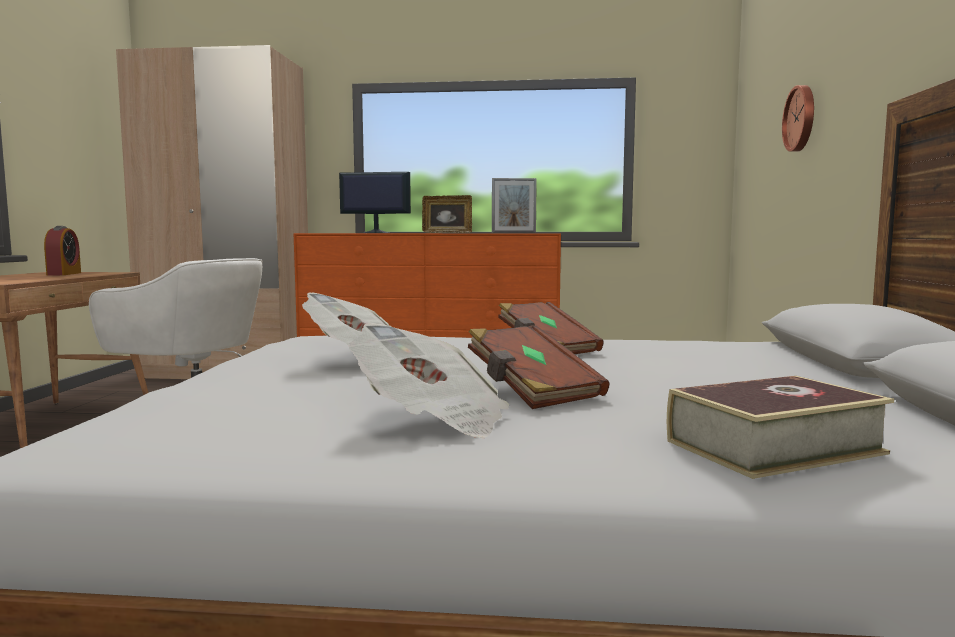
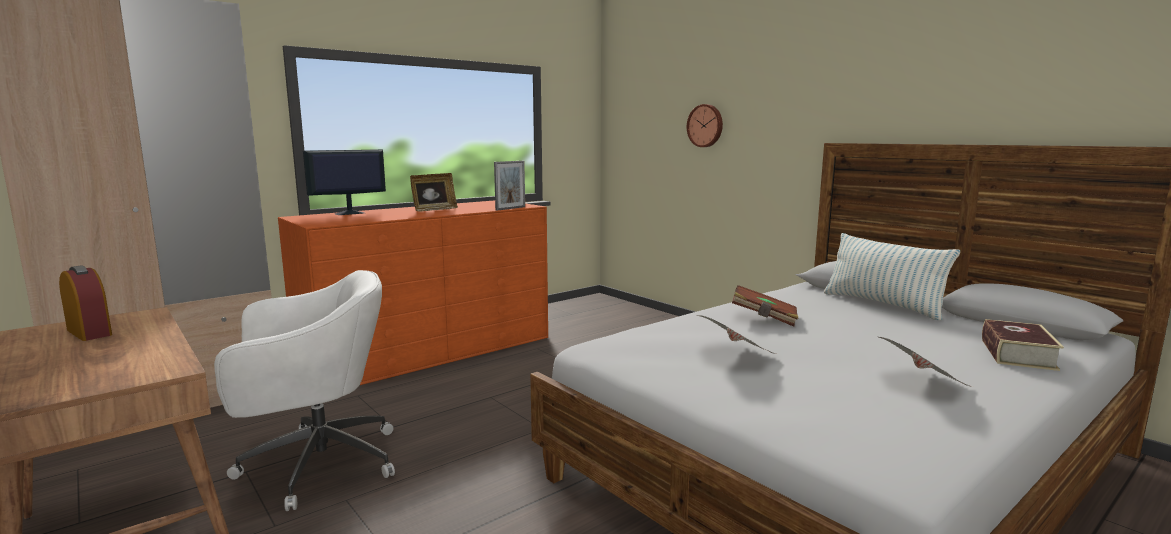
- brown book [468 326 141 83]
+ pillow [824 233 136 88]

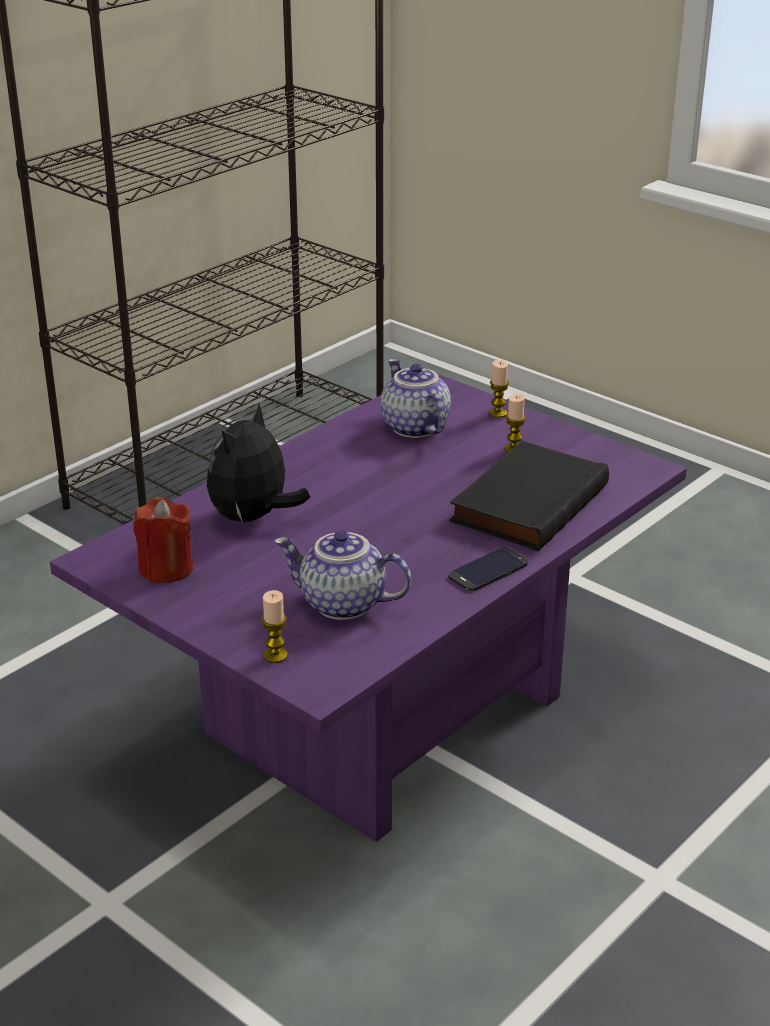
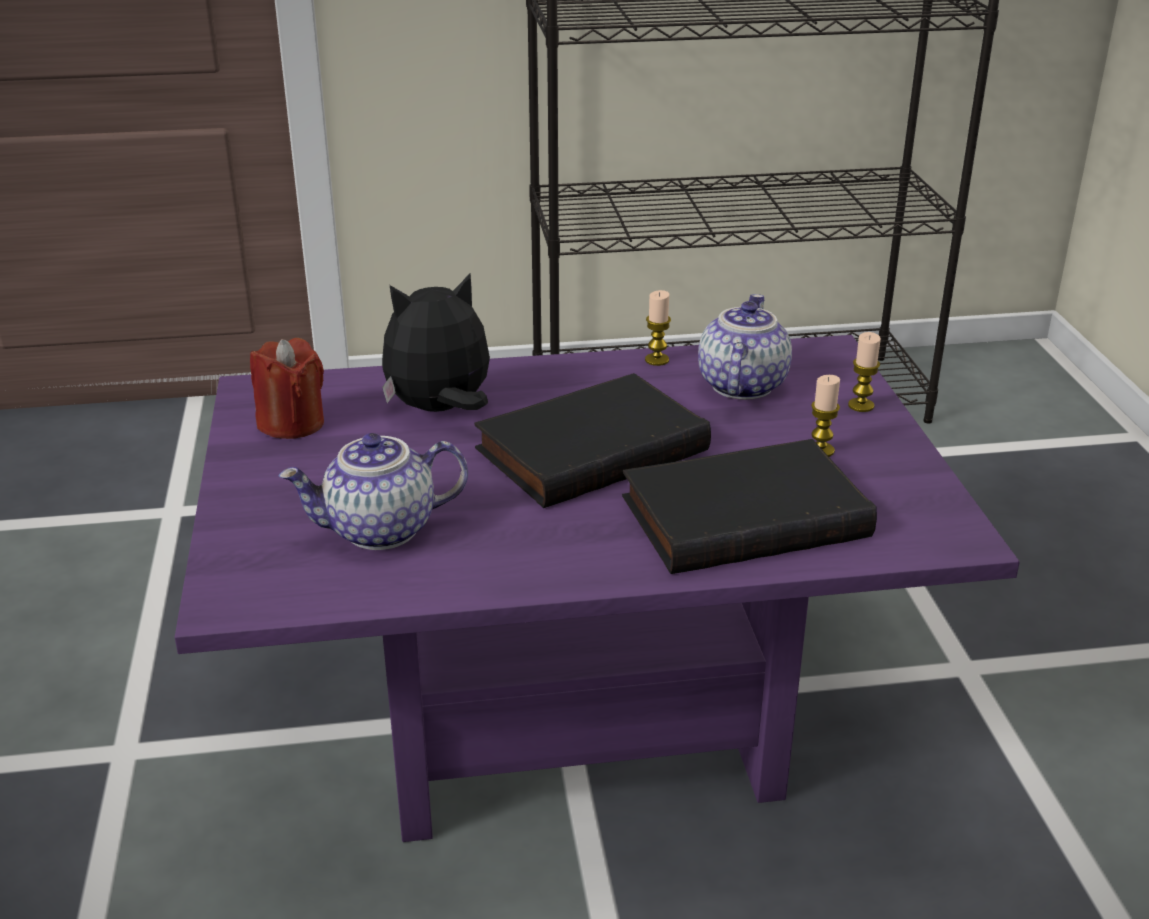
~ candle [261 590 27 73] to [645 290 26 76]
~ teapot [274 530 137 90] = [279 433 189 117] 75 degrees counterclockwise
- phone [449 547 79 44]
+ black book [474 373 237 135]

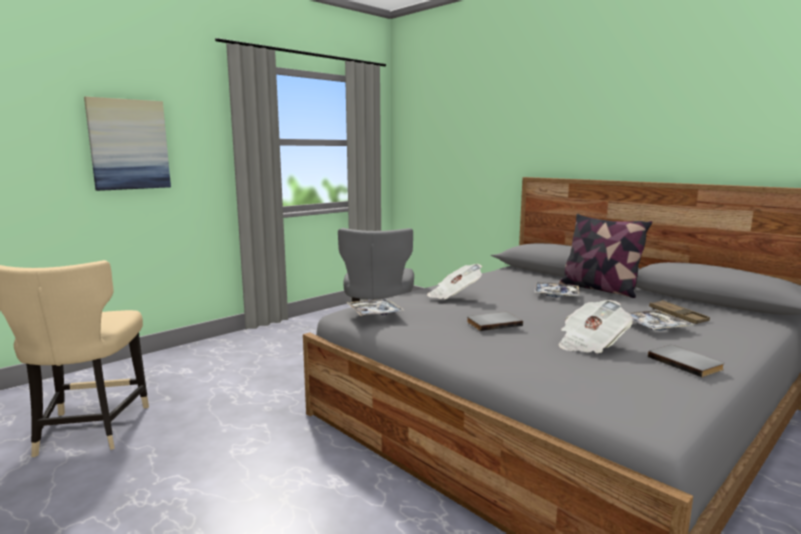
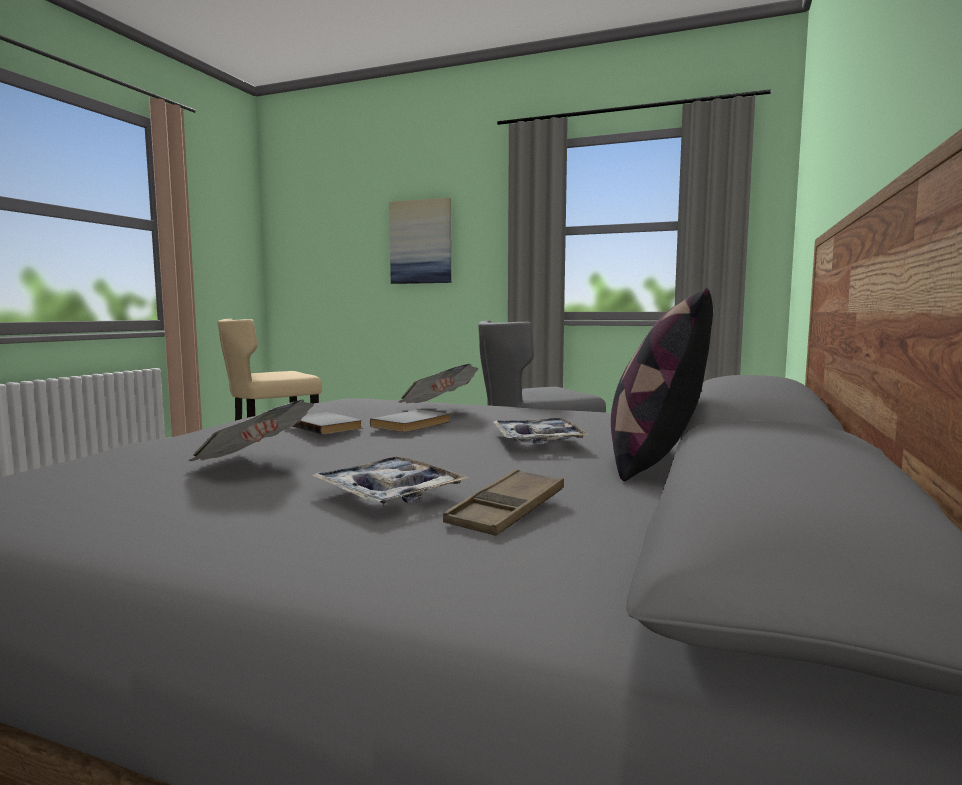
- tray [346 299 59 17]
~ grey book [648 345 77 32] to [370 409 81 23]

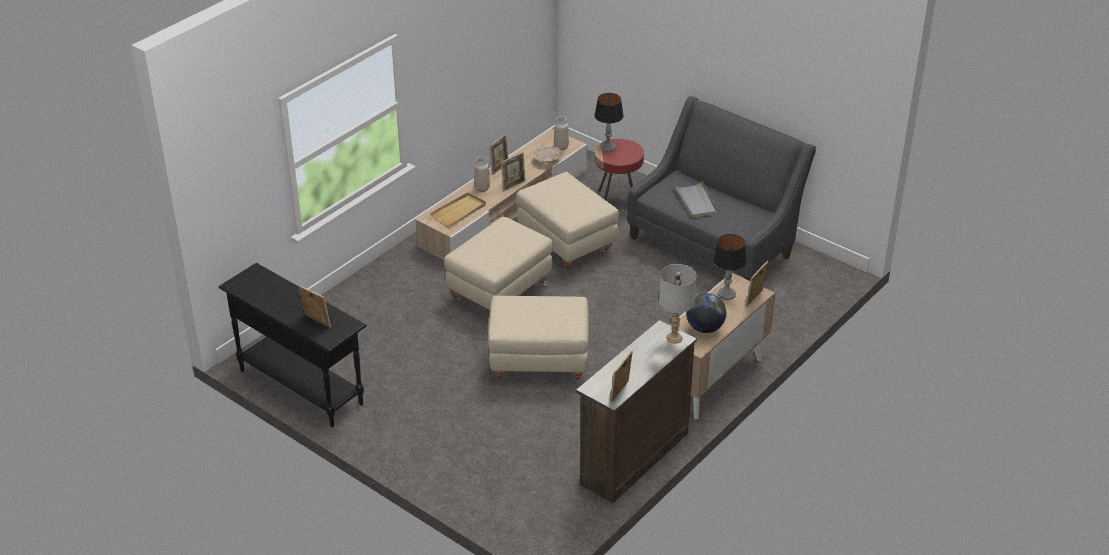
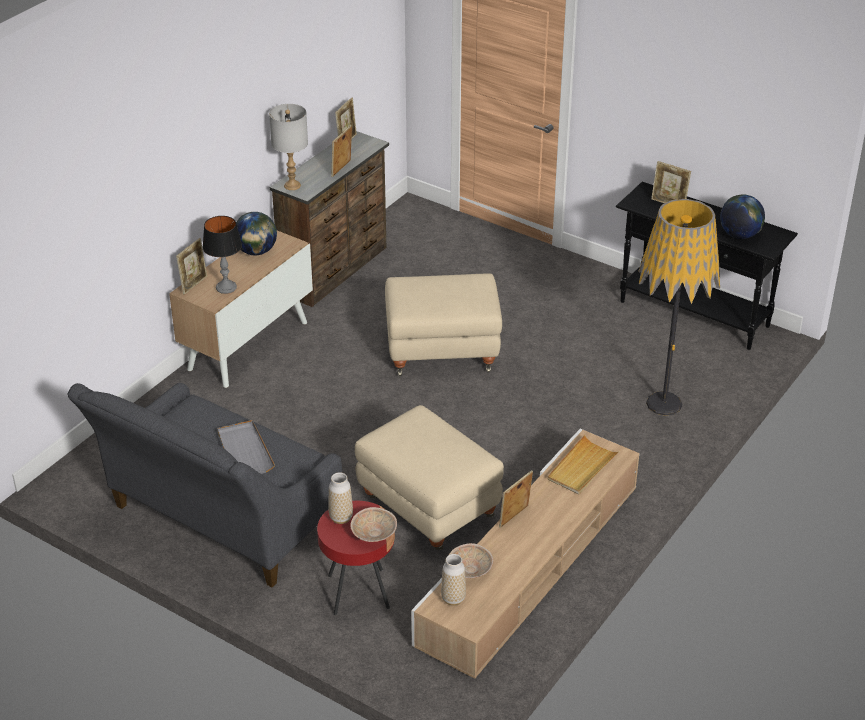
- beige ottoman [444 217 109 95]
~ vase [474 157 16 35] to [329 472 24 52]
~ picture frame [489 134 19 41] to [331 125 21 52]
~ table lamp [594 93 30 59] to beige bowl [350 507 47 35]
+ floor lamp [638 199 82 217]
+ globe [720 194 45 45]

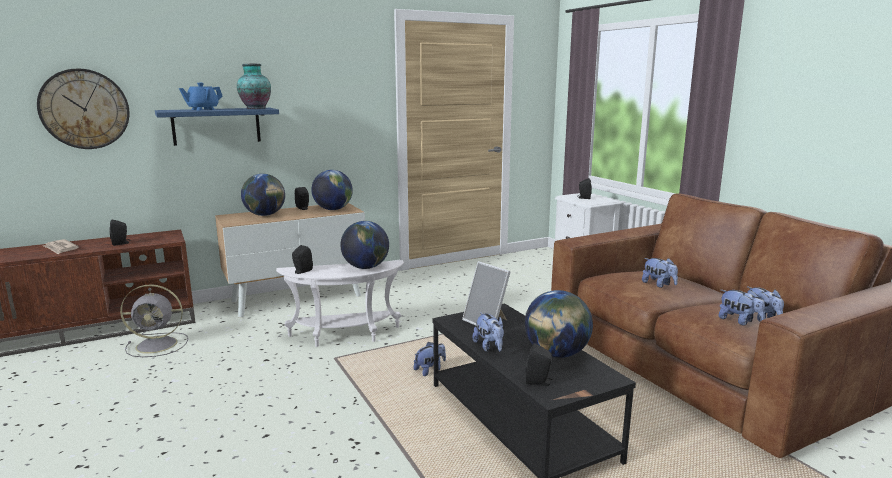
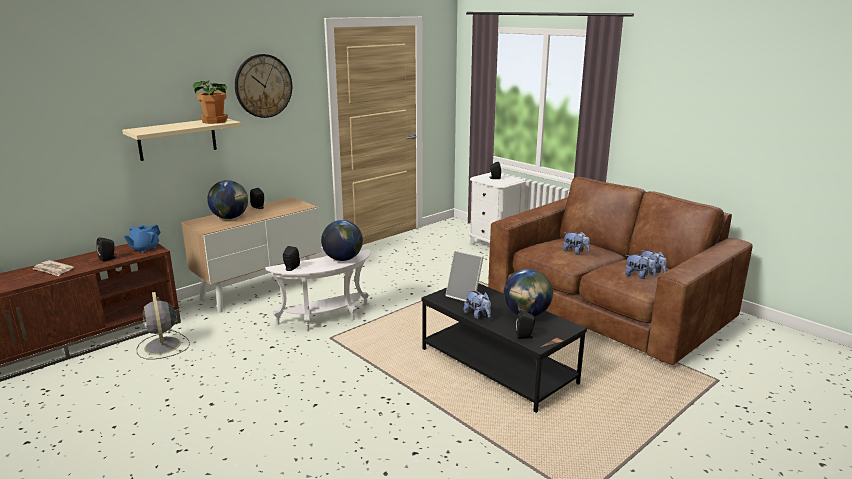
~ wall clock [37 69 92 80] to [235 54 57 64]
~ grey fan [120 284 68 73] = [137 292 53 67] 90 degrees clockwise
~ blue shelf [155 108 124 38] to beige shelf [122 119 119 42]
~ blue teapot [179 83 44 27] to [124 224 37 29]
~ vase [237 64 34 45] to potted plant [193 80 35 44]
- globe [311 170 42 40]
- plush toy [414 342 32 34]

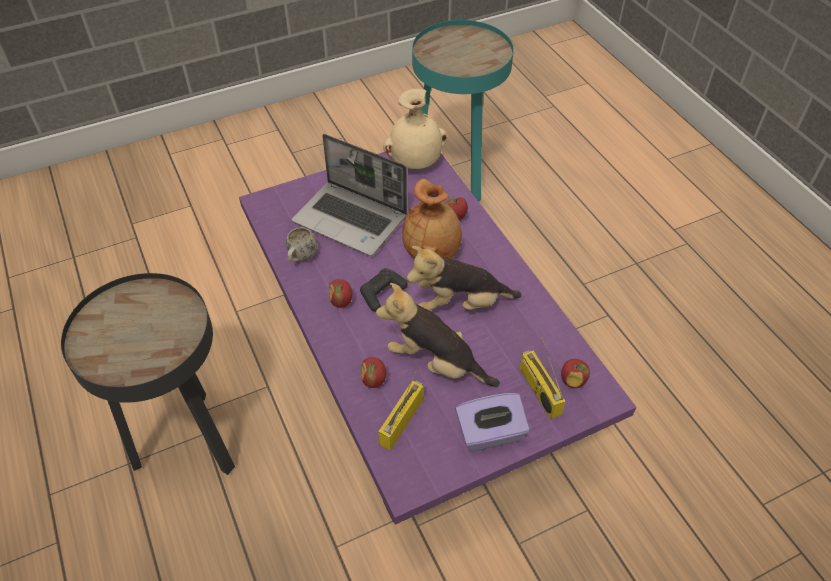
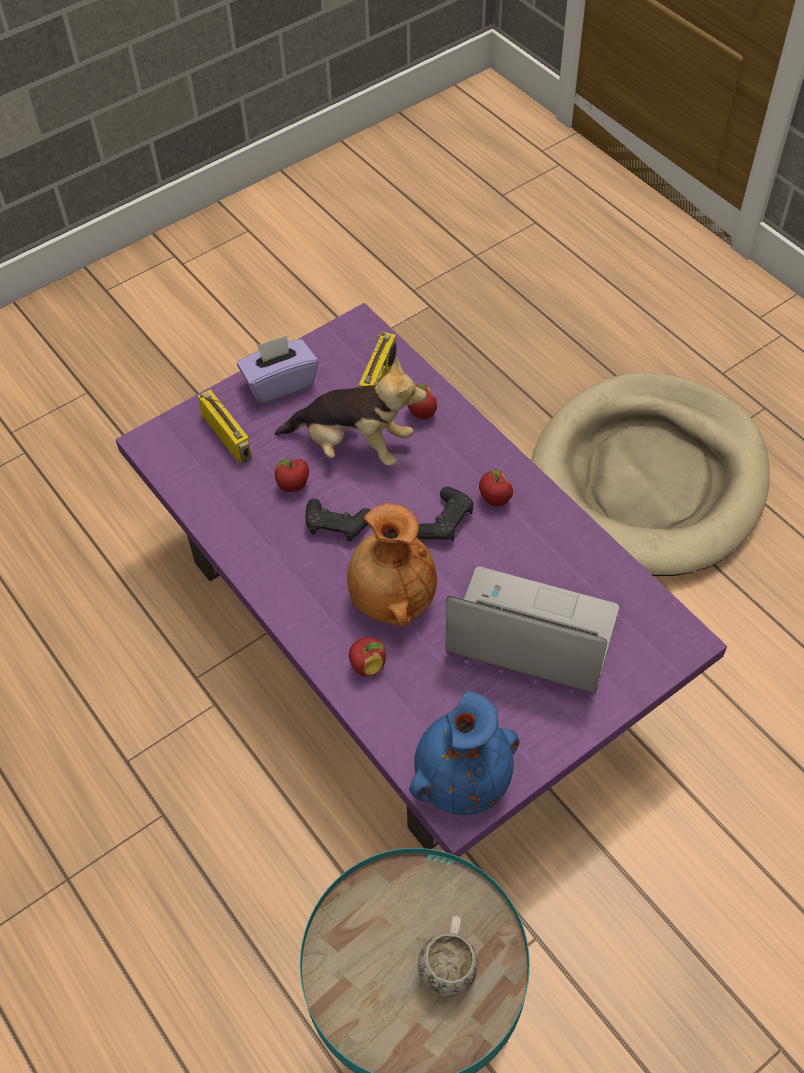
~ black side table [61 273 174 202] to beige dog bed [531 372 239 204]
~ white mug [286 227 31 35] to [418 915 60 82]
~ beige vase [383 89 64 80] to blue vase [409 691 110 124]
~ plush toy [407 246 114 64] to black game controller [305 498 65 44]
~ apple [561 359 29 29] to [275 459 34 33]

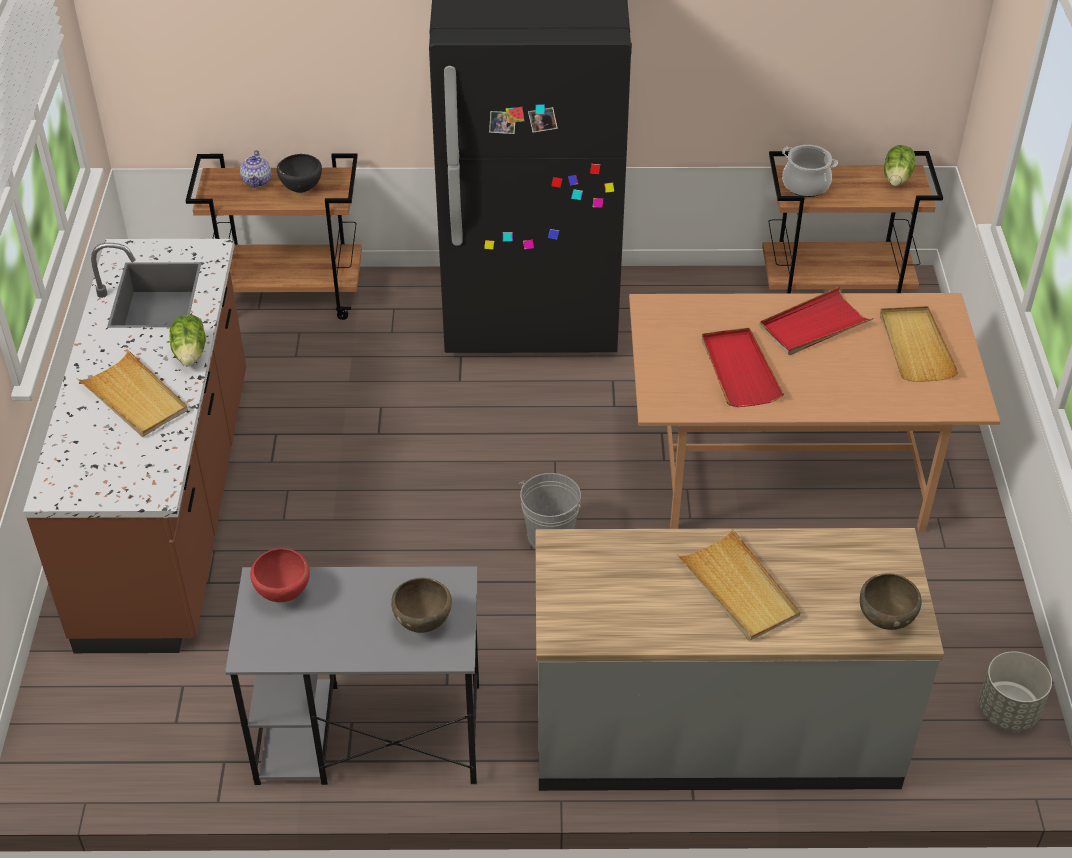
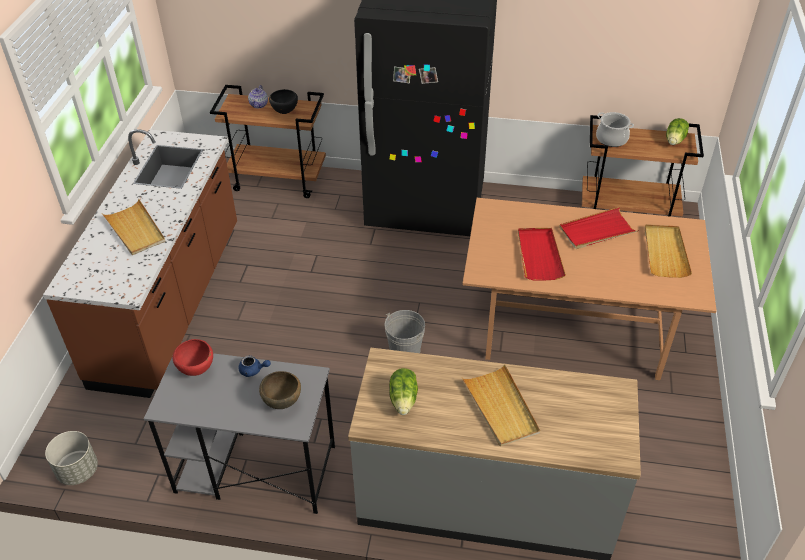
~ lettuce [170 315 36 52] to [389 368 29 47]
- brown bowl [860 573 62 57]
~ grey planter [979 651 73 80] to [45 431 53 54]
+ blue teapot [239 355 32 22]

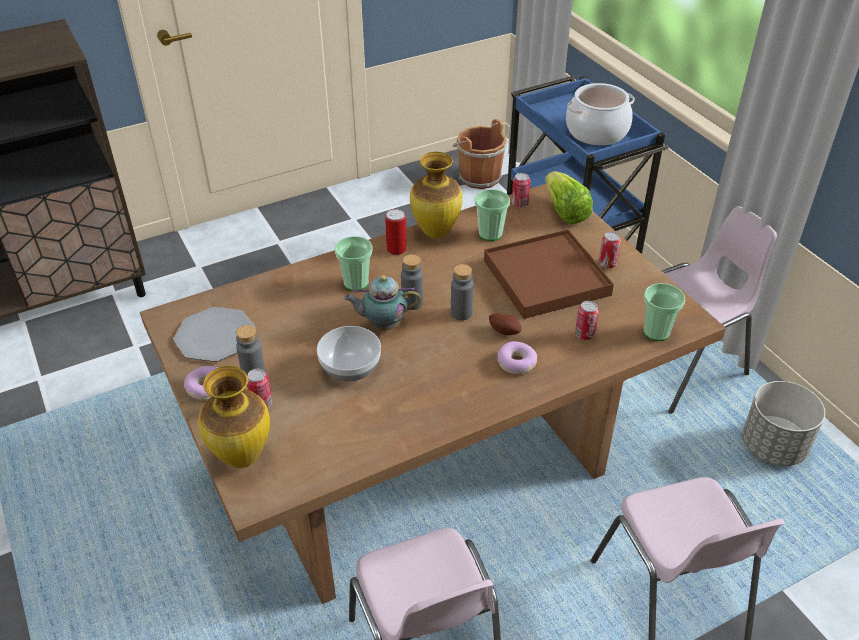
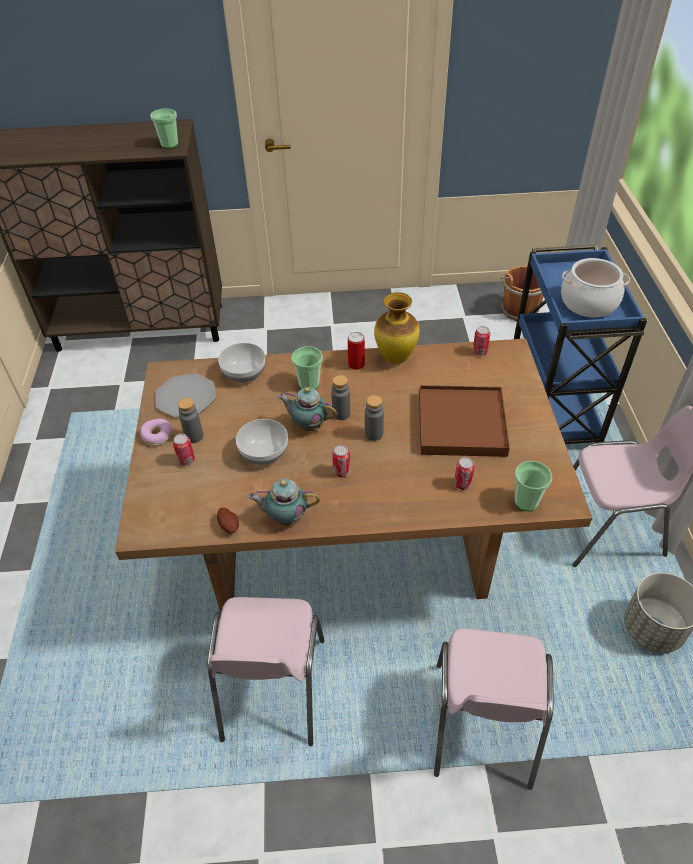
- vase [198 366 72 102]
~ cup [475 189 35 52] to [150 108 28 40]
~ potato [489 313 33 22] to [217 508 22 25]
- donut [497 341 40 33]
- lettuce [545 171 48 53]
~ can [599 232 22 36] to [332 445 18 32]
+ bowl [218 343 47 40]
+ teapot [248 479 72 47]

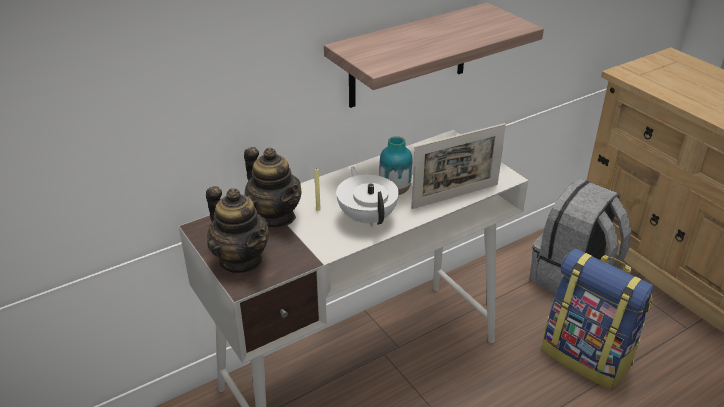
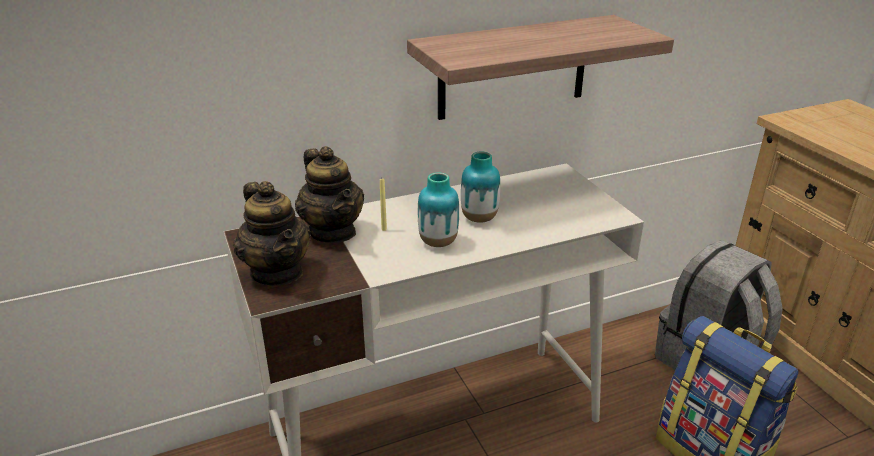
~ white teapot [336 166 63 61] to vase [418 172 41 75]
- picture frame [411 123 95 86]

